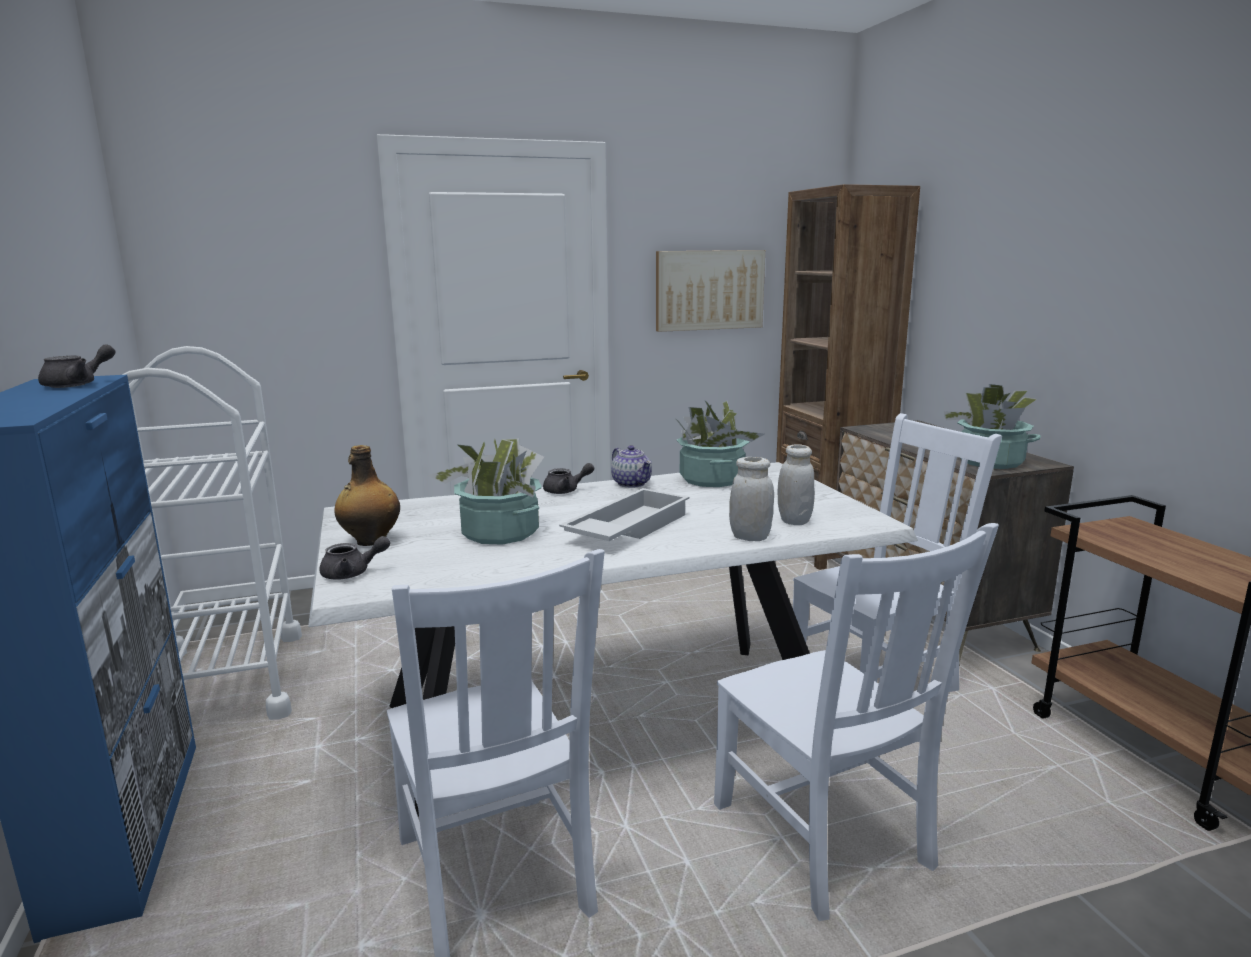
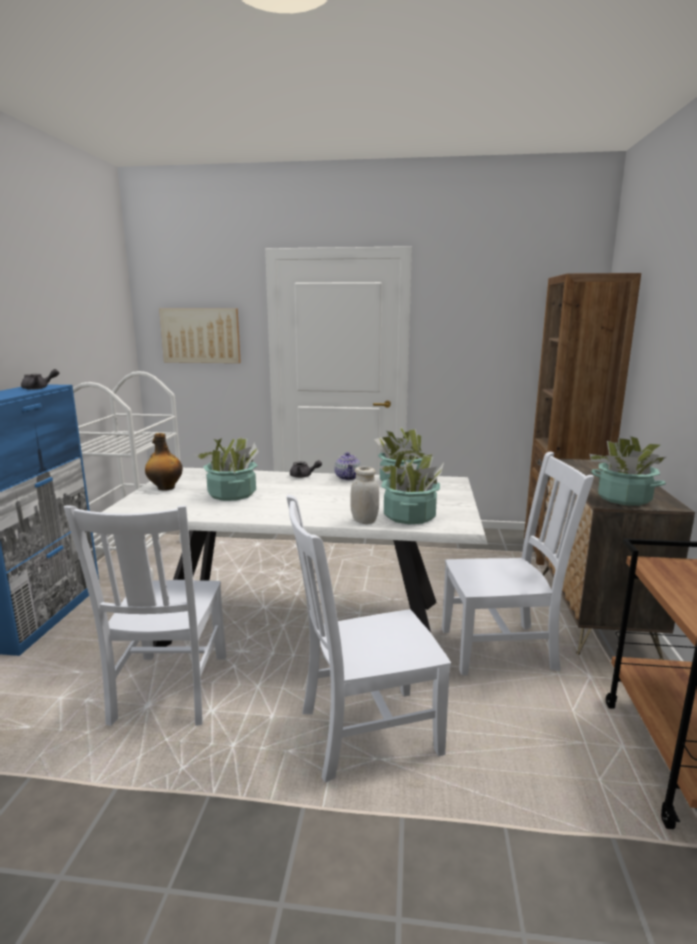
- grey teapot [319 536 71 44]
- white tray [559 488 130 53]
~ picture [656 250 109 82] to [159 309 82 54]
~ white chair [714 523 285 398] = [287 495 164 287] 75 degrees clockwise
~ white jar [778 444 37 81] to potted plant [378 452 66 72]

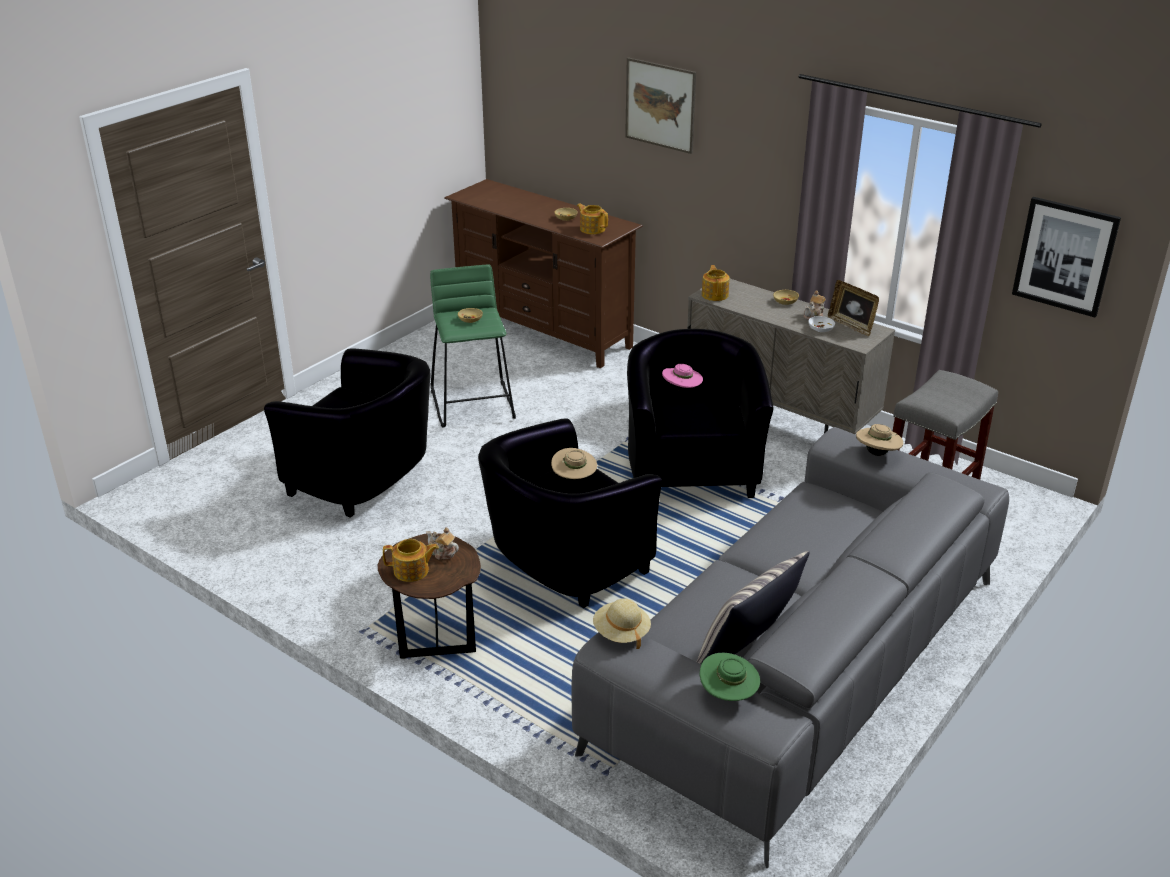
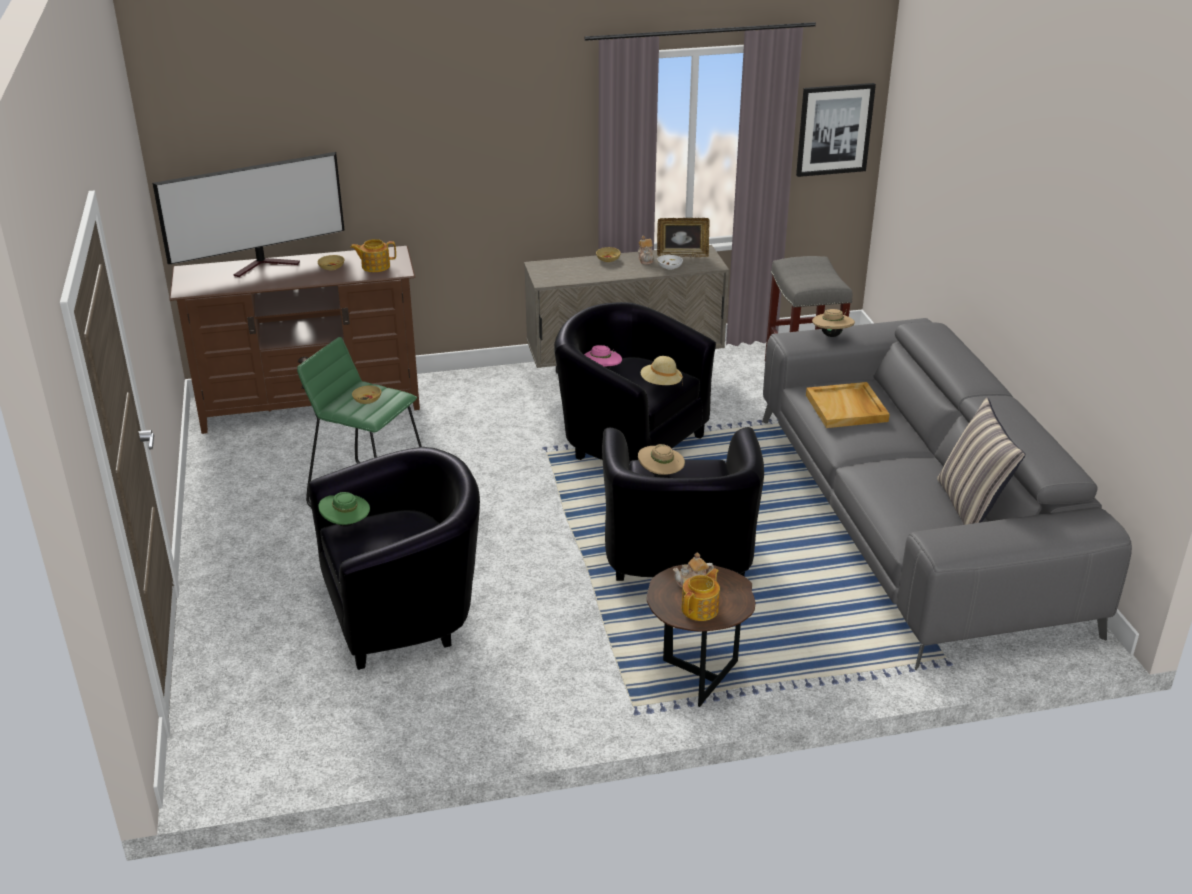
~ beige hat [593 598 58 51] to [641 356 42 29]
- picture [625 57 71 97]
~ green hat [700 653 60 48] to [318 492 52 35]
- teapot [702 265 28 36]
+ television [153 152 191 125]
+ beige tray [806 382 84 46]

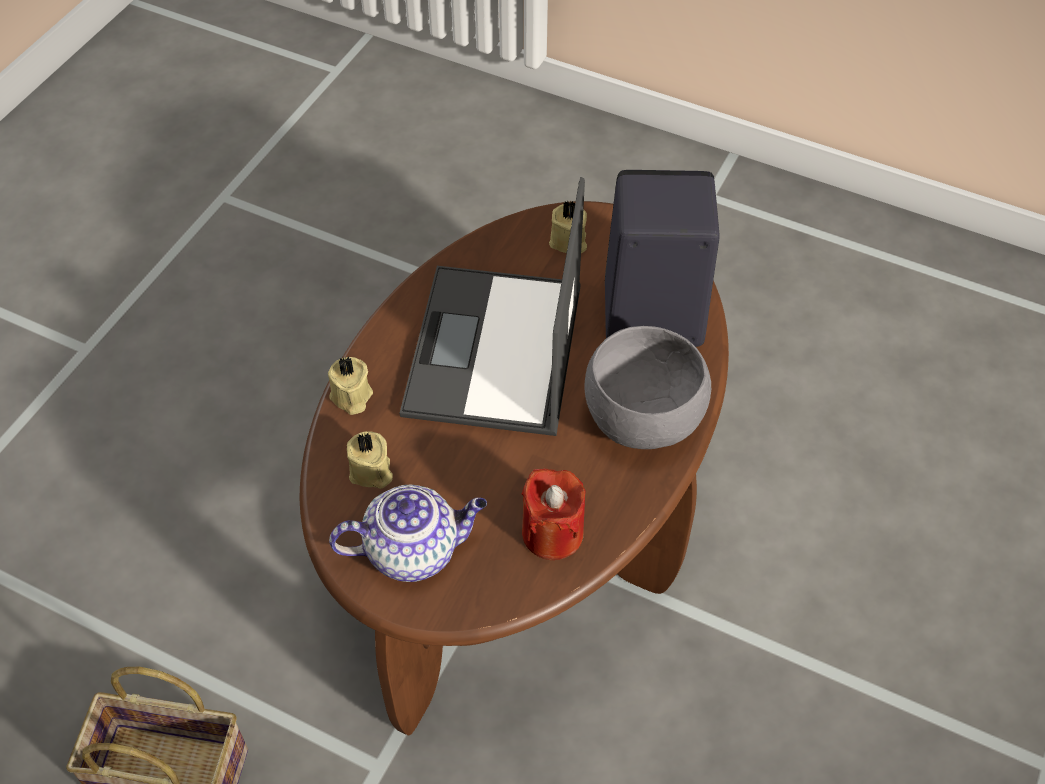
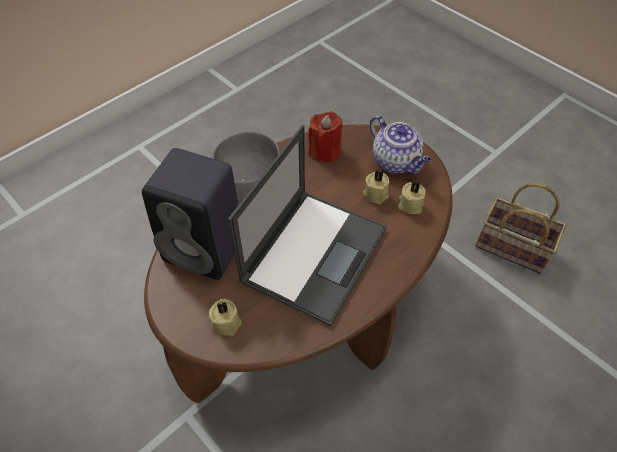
~ beige candle [328 356 45 59] to [363 170 26 34]
~ teapot [329 485 158 97] = [370 115 61 59] 135 degrees counterclockwise

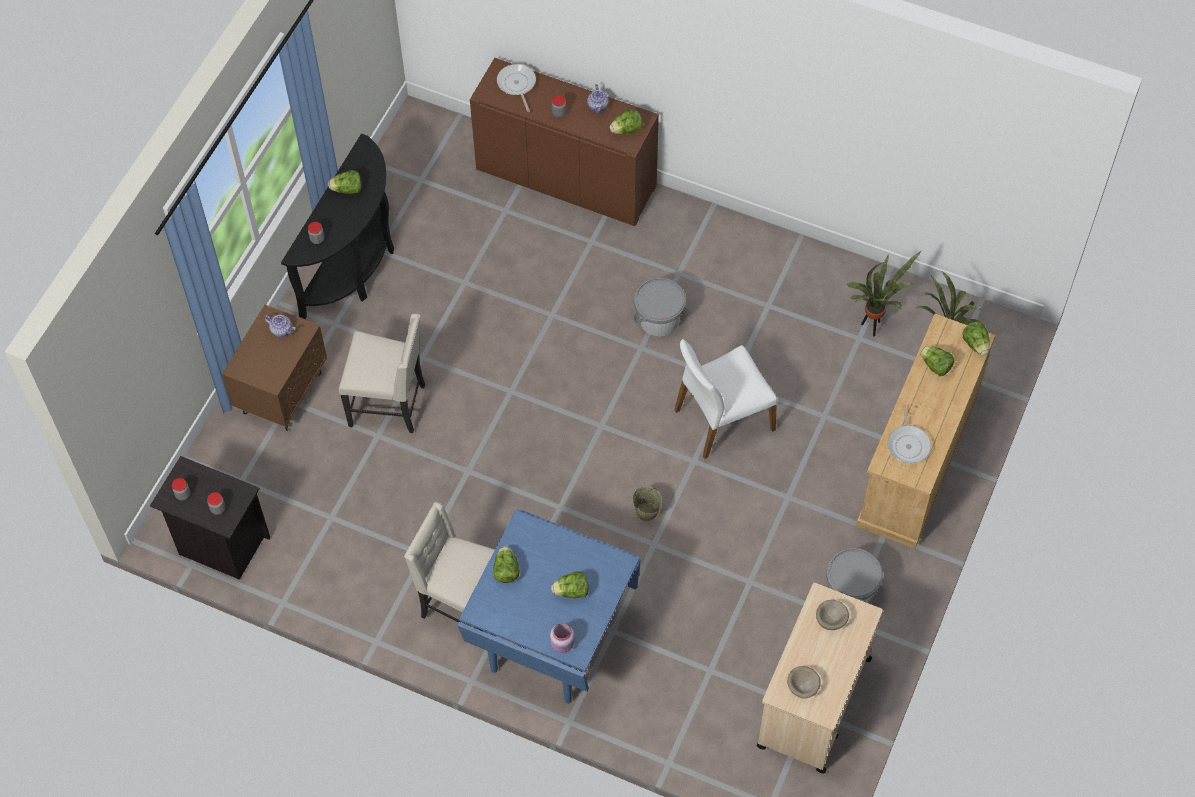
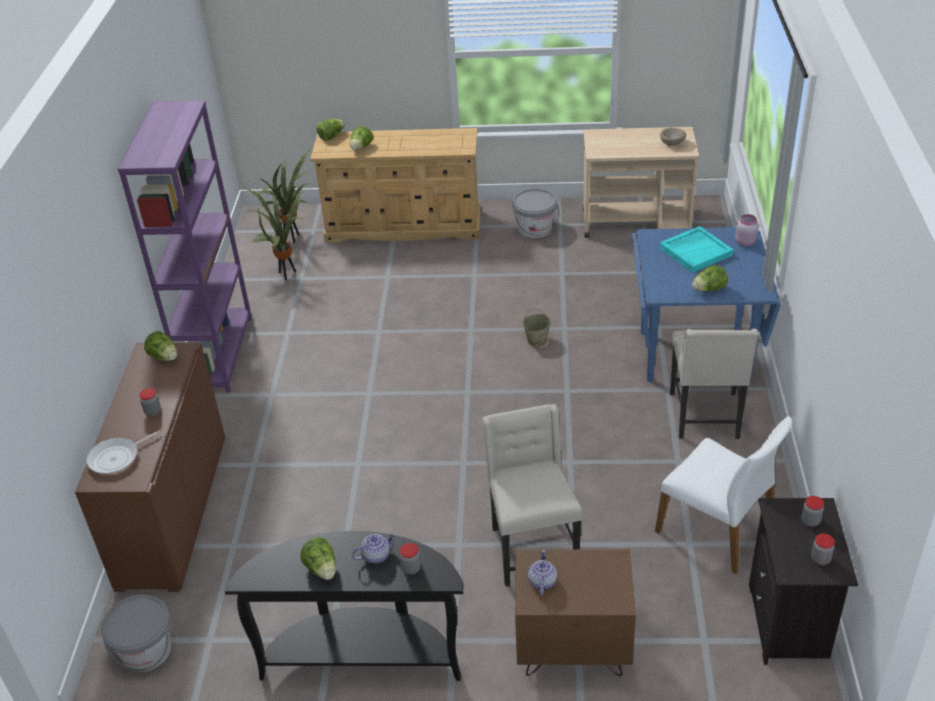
~ lettuce [551 571 38 28] to turquoise tray [660 226 74 47]
~ teapot [587 84 22 30] to [352 533 45 31]
~ grey bucket [634 278 52 58] to [101 595 70 77]
~ white chair [675 339 102 120] to [655 416 137 158]
- beige bowl [816 600 33 30]
- frying pan [888 405 43 59]
+ purple bookcase [118 100 134 293]

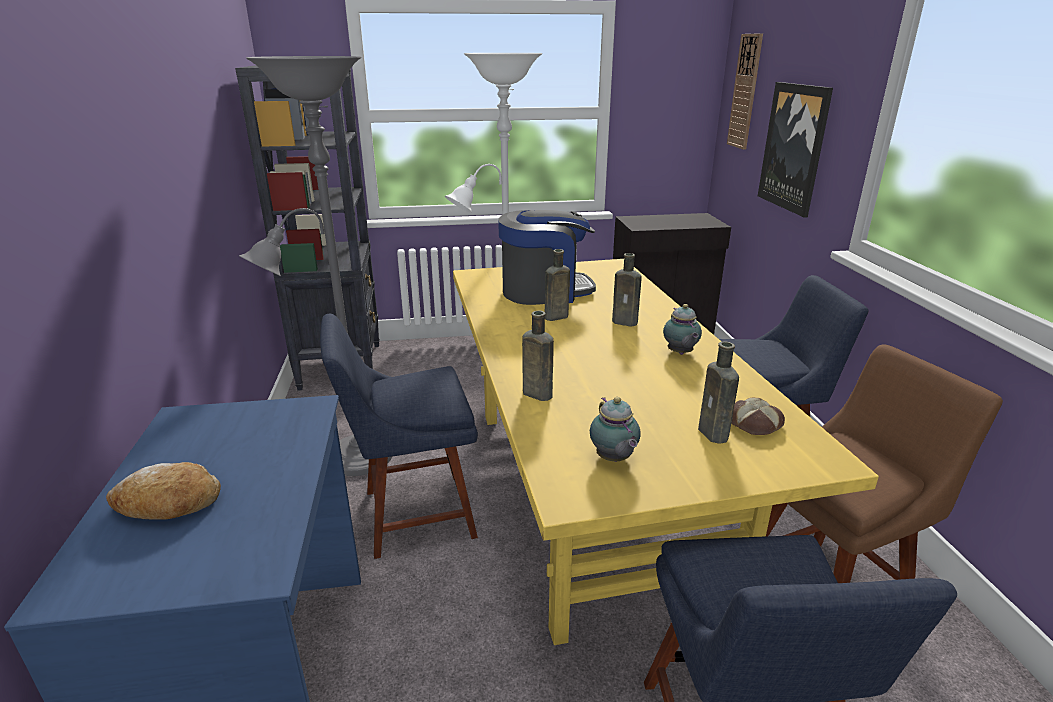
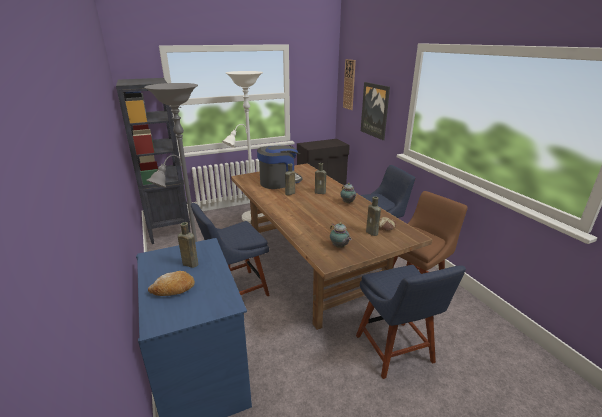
~ yellow dining table [453 259 426 386] to brown dining table [231 163 202 167]
~ brown bottle [522 311 32 90] to [178 222 21 46]

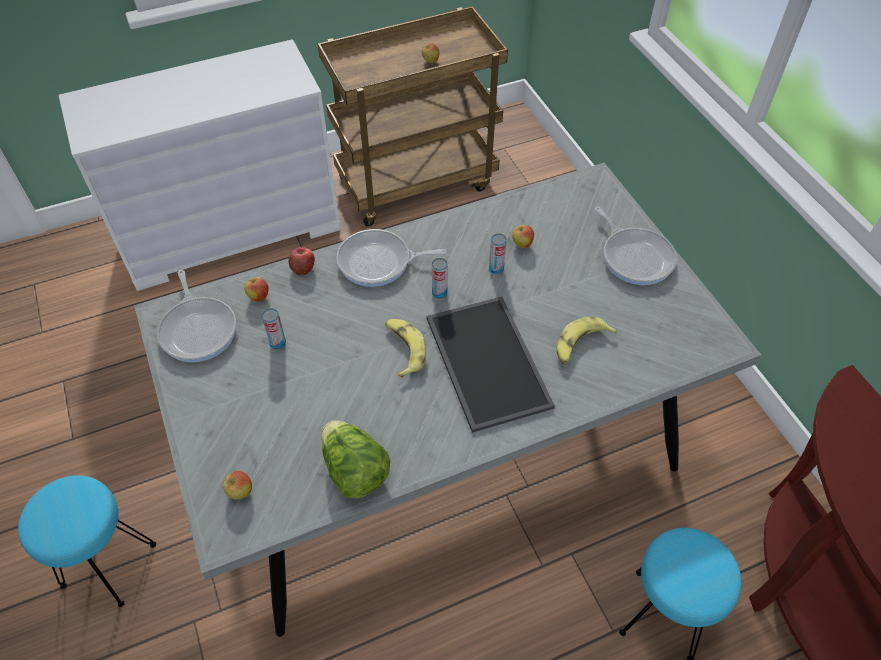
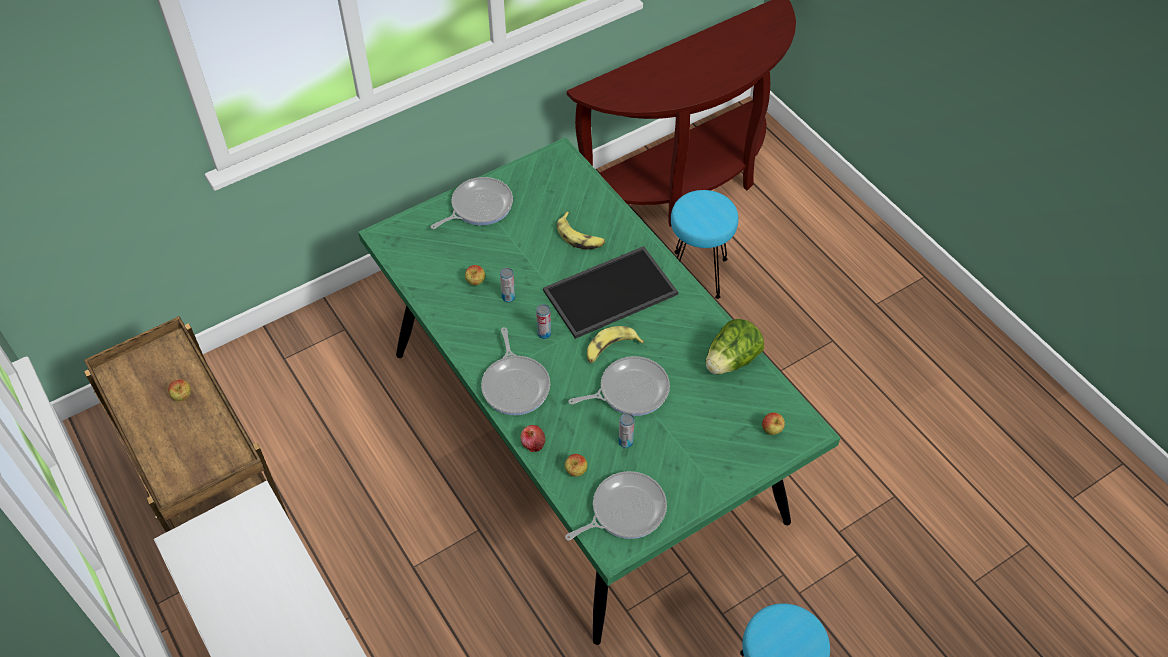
~ grey dining table [134 163 627 474] to green dining table [358 137 482 508]
+ frying pan [568 356 102 60]

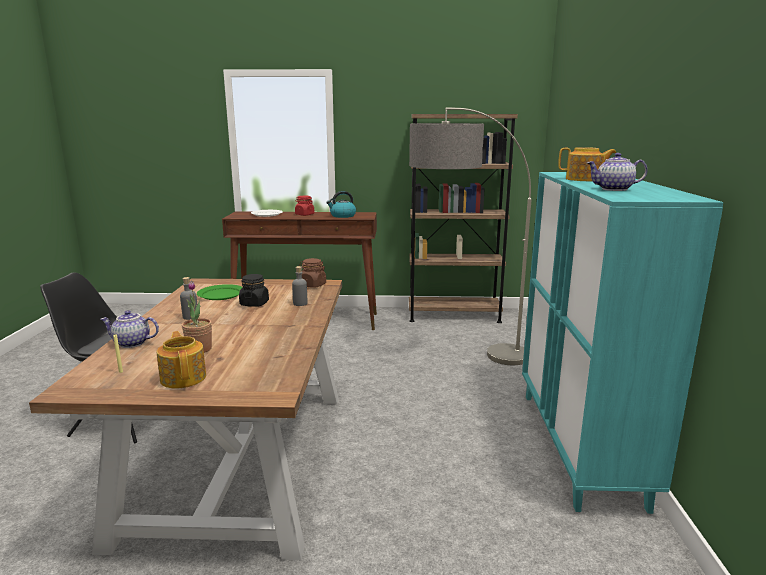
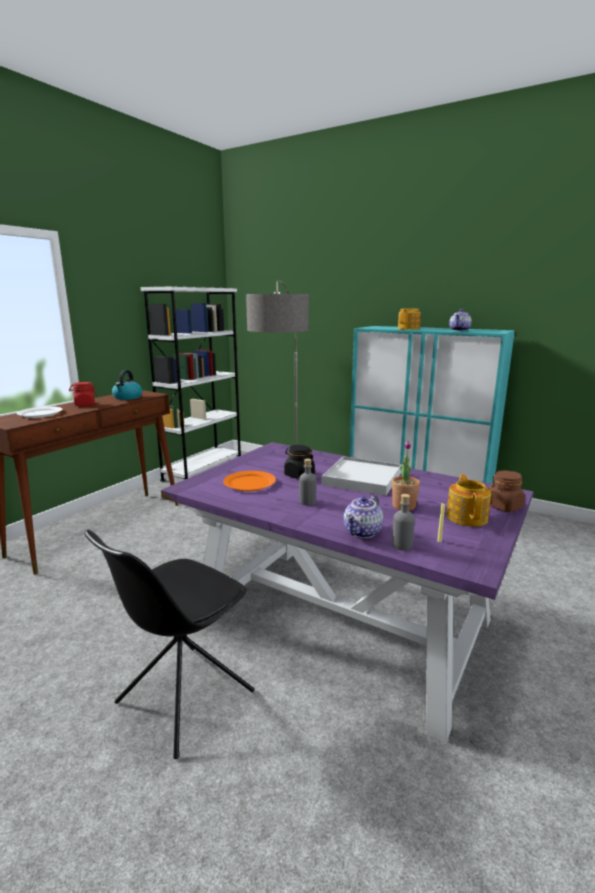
~ brown dining table [29 278 313 282] to purple dining table [161 442 372 301]
~ teapot [157 331 49 57] = [446 474 45 53] 90 degrees clockwise
~ green plate [197 284 45 16] to orange plate [223 471 53 20]
~ grey bottle [292 266 15 40] to [392 494 23 57]
~ brown jar [299 258 27 30] to [488 471 37 41]
~ brown bookcase [409 114 109 209] to white bookcase [140 286 101 196]
+ white tray [322 457 80 39]

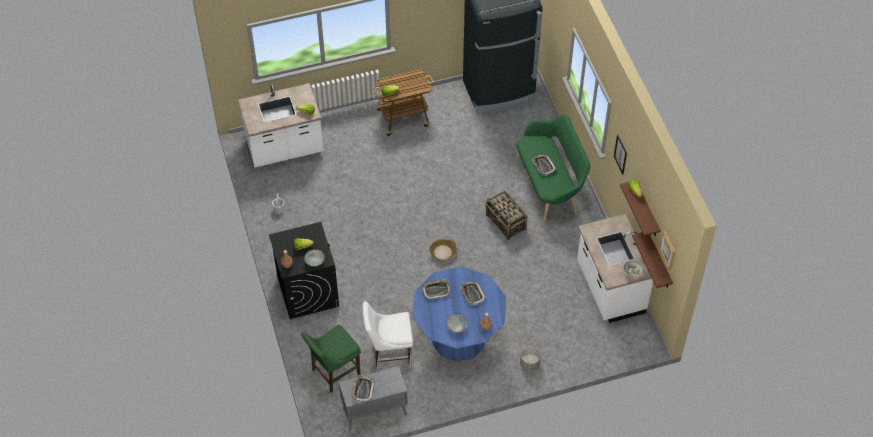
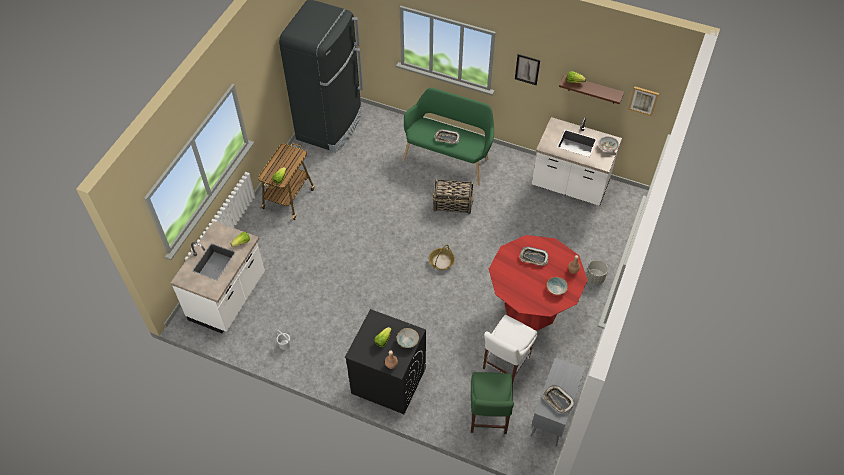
~ blue dining table [412 266 94 96] to red dining table [489 235 99 95]
- tray [422 279 29 21]
- brown shelf [632 232 41 56]

